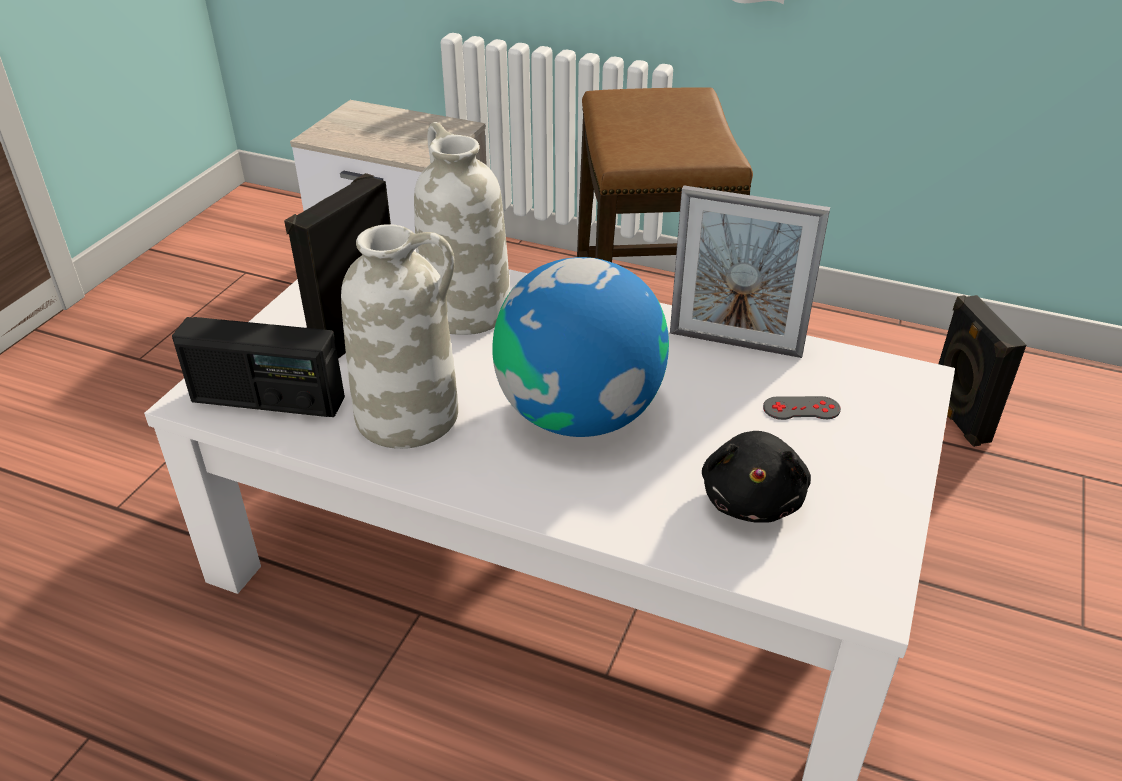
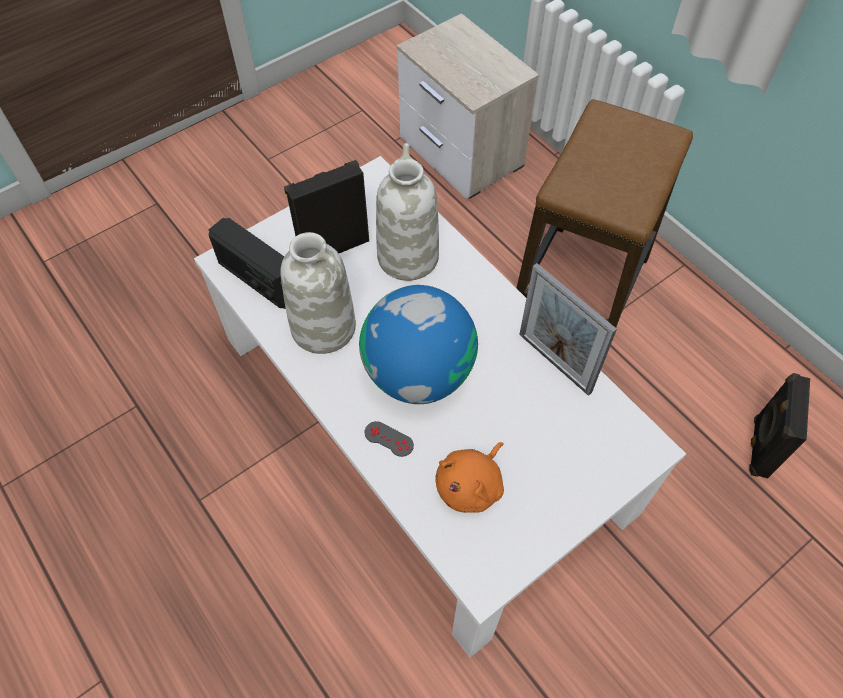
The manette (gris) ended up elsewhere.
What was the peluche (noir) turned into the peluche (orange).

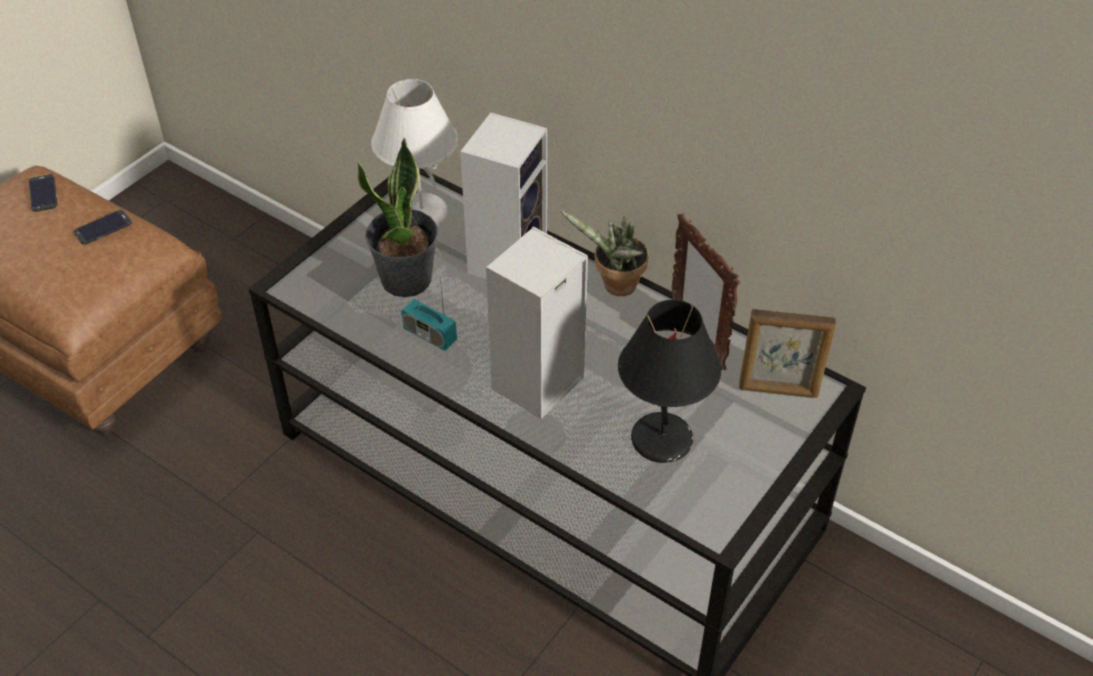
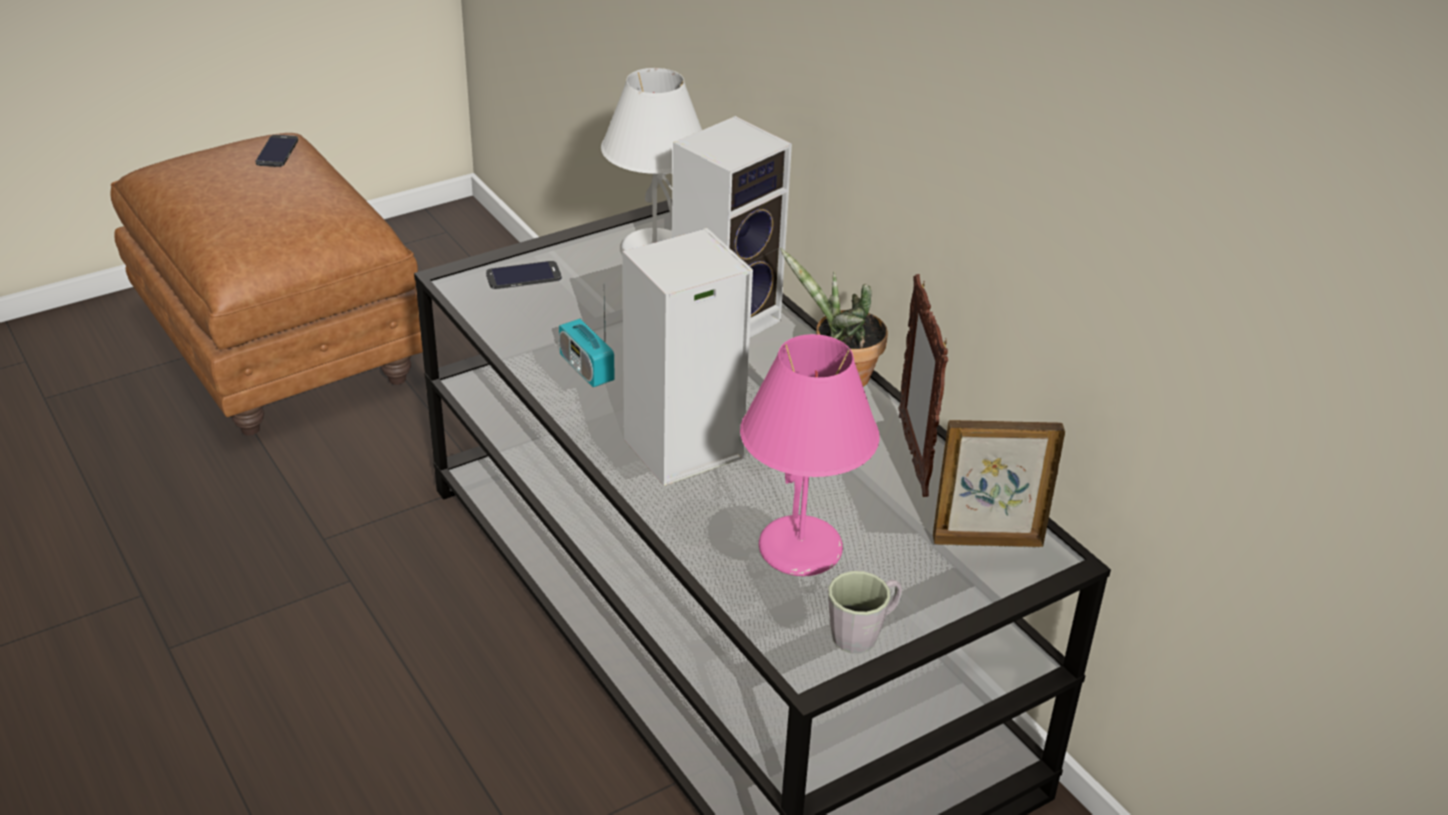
The second view lost the plante en pot (1st from left).
The téléphone (2nd from left) ended up elsewhere.
What was the lampe de table (noir) turned into the lampe de table (rose).
The cadre photo (2nd from left) ended up facing another way, 150 degrees clockwise from before.
The second view gained the mug (gris).

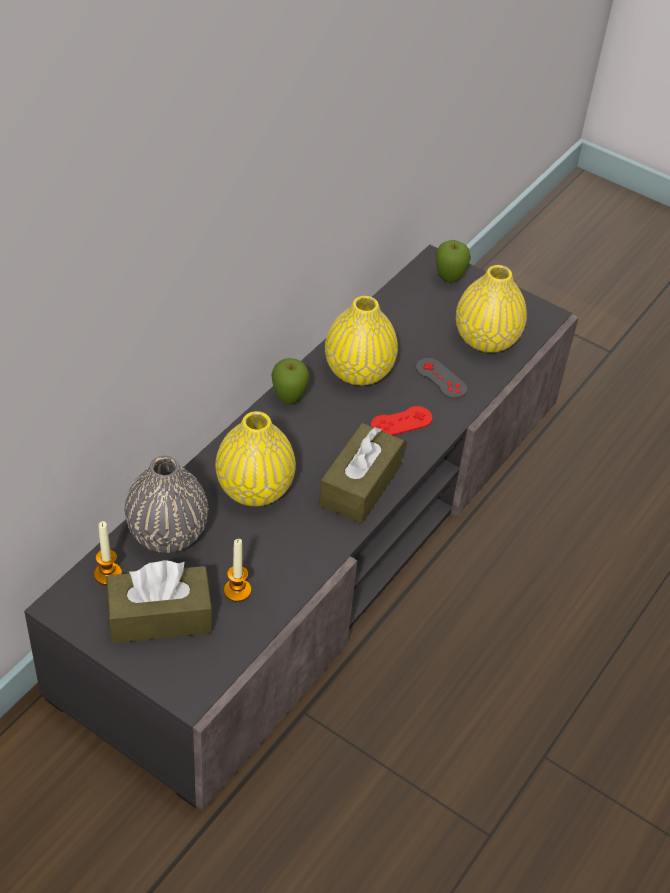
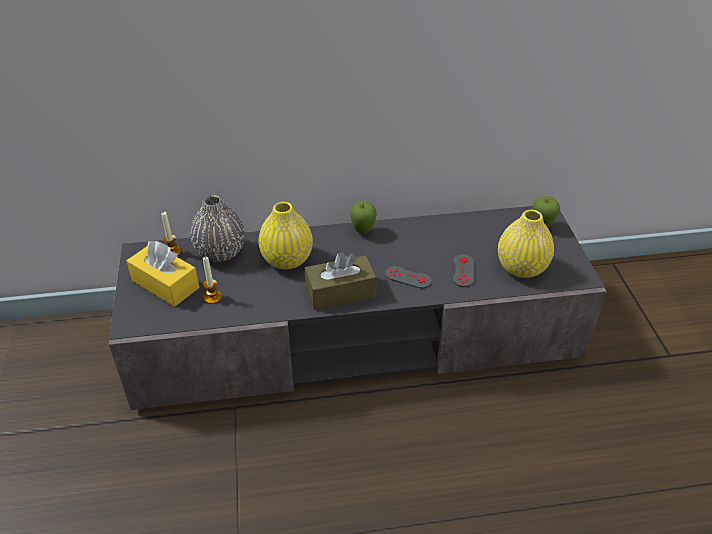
The second view lost the vase (jaune) (2nd from left).
What was the manette (rouge) turned into the manette (gris) (1st from left).
What was the boîte à mouchoirs (marron) (1st from left) turned into the boîte à mouchoirs (jaune).

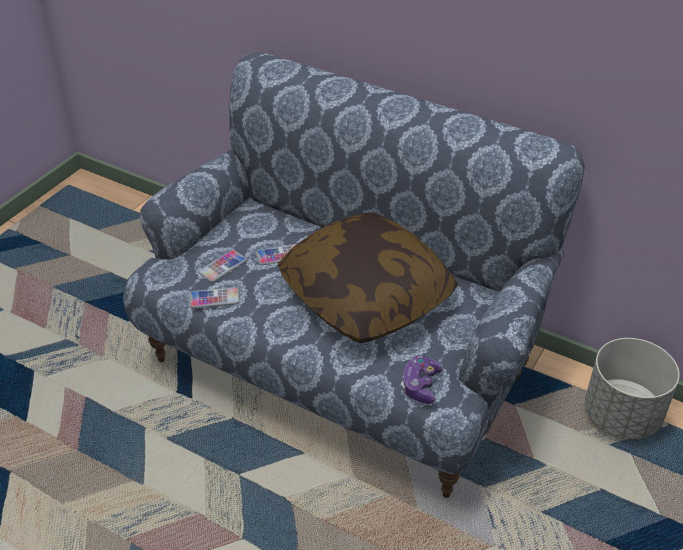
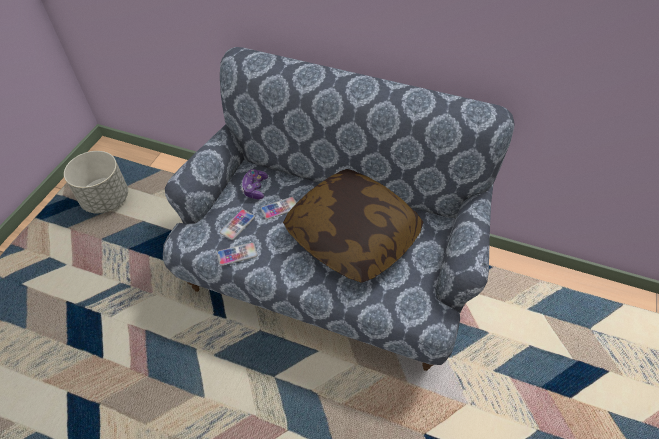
The cache-pot (gris) ended up elsewhere.
The manette ended up elsewhere.

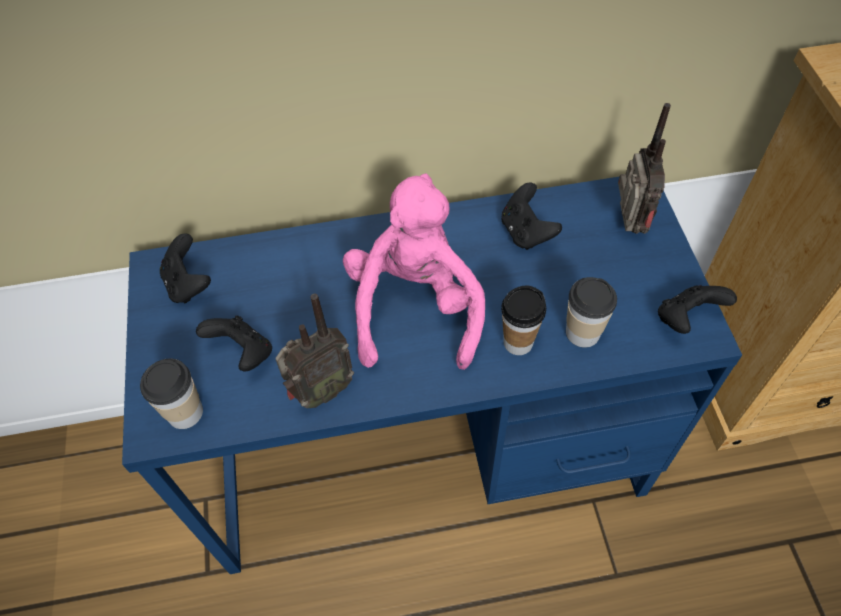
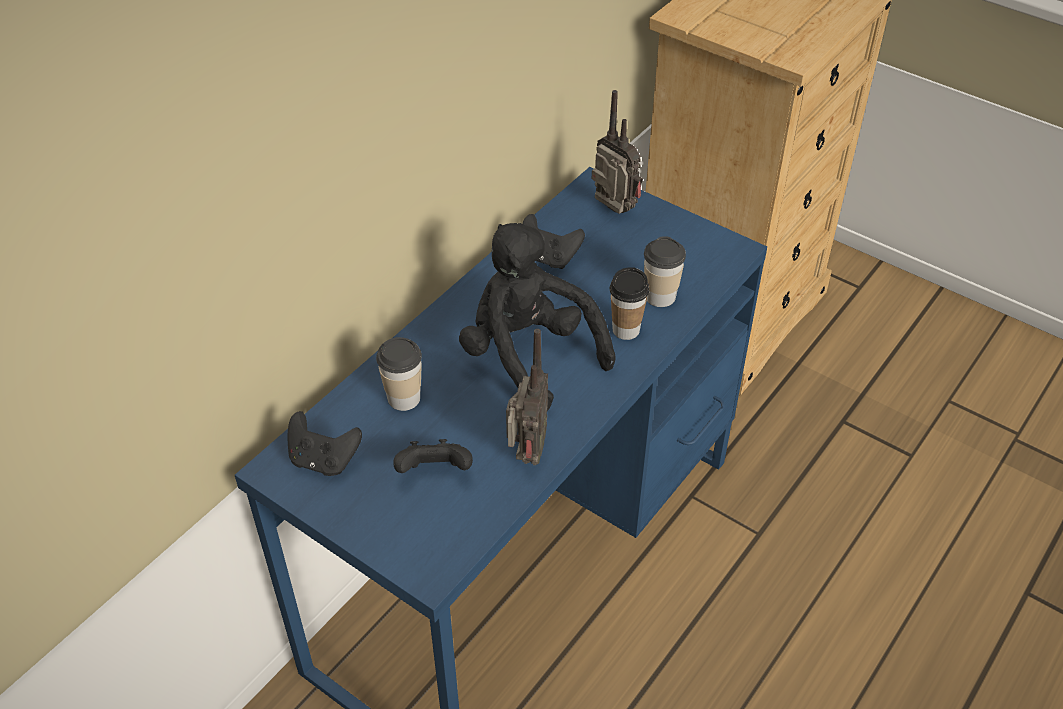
What was the peluche (rose) turned into the peluche (noir).
The second view lost the manette (noir) (4th from left).
The tasse (1st from left) ended up elsewhere.

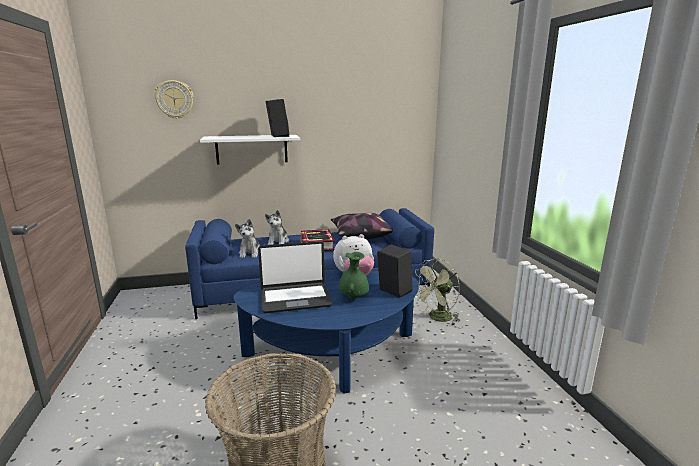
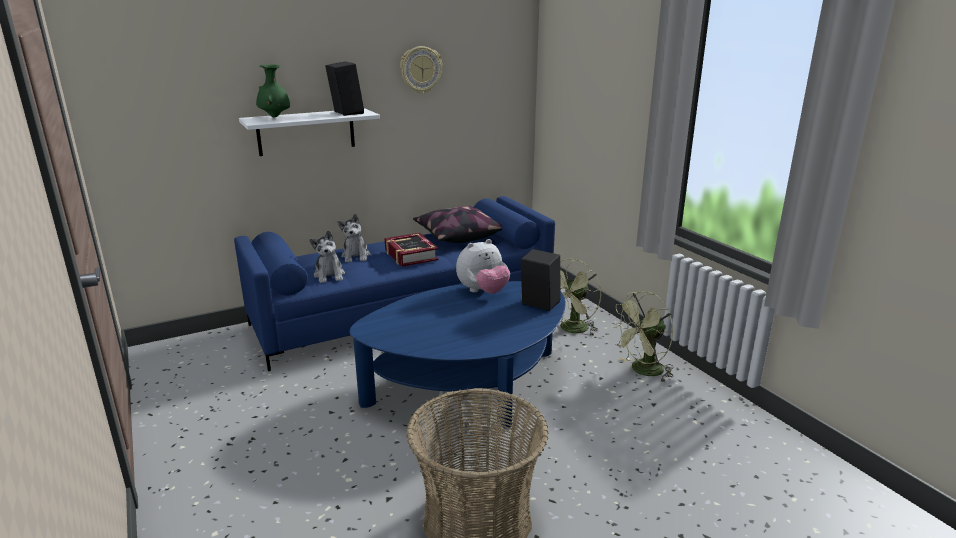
The horloge murale ended up elsewhere.
The second view lost the ordinateur portable.
The vase (vert) ended up elsewhere.
The second view gained the ventilateur (vert) (2nd from left).

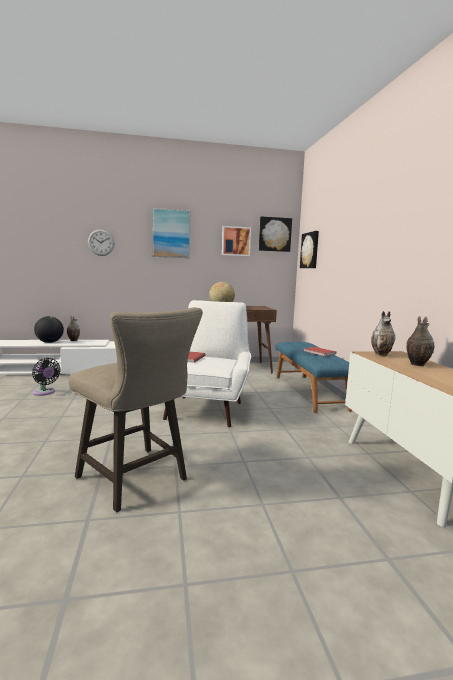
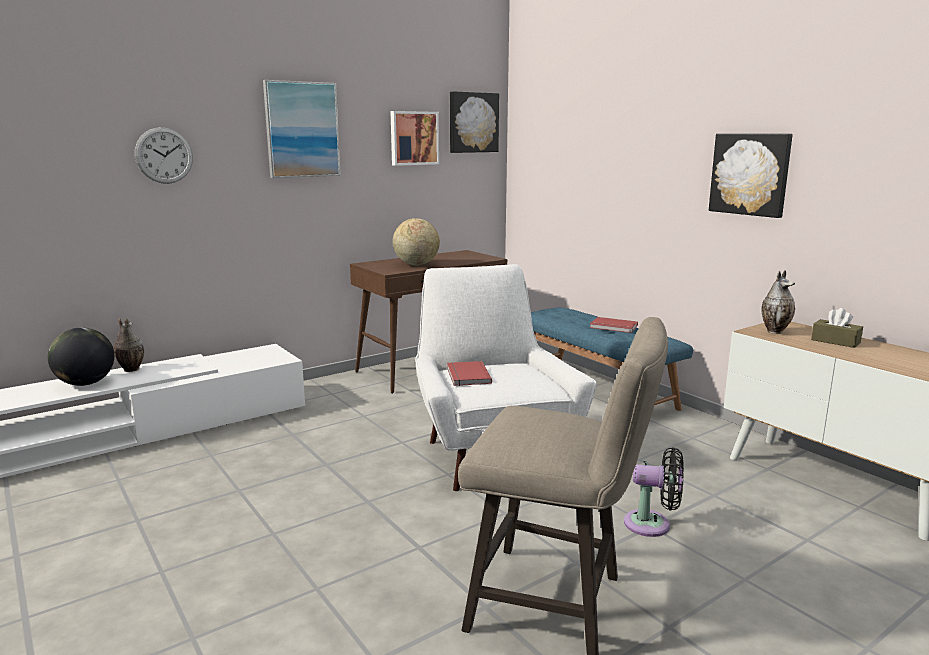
The tableau (4th from left) ended up elsewhere.
Where the vase (3rd from left) stood, the boîte à mouchoirs (marron) came to stand.
The ventilateur (noir) ended up elsewhere.

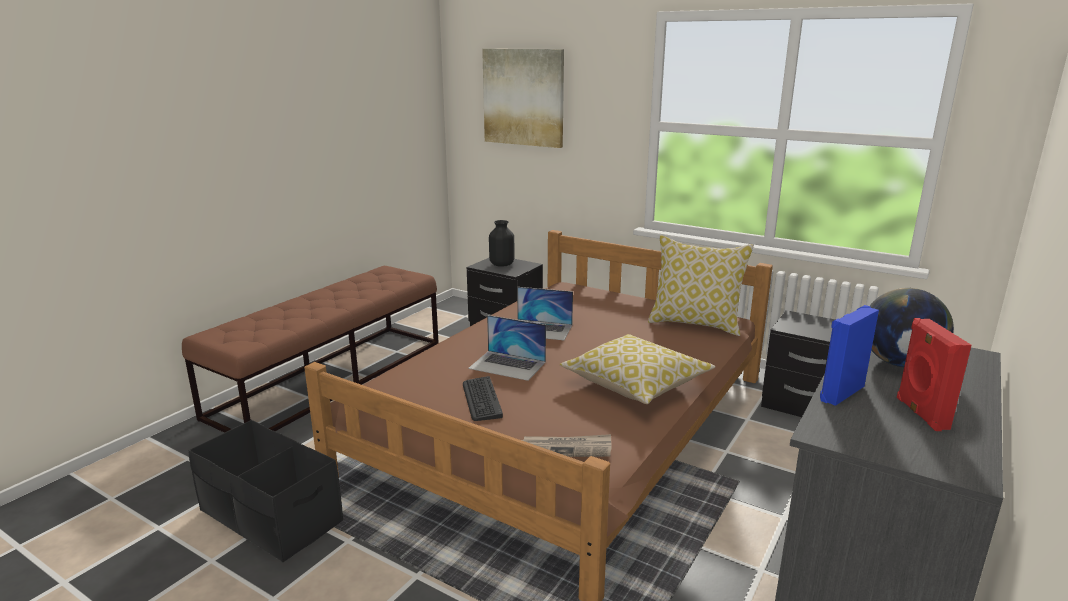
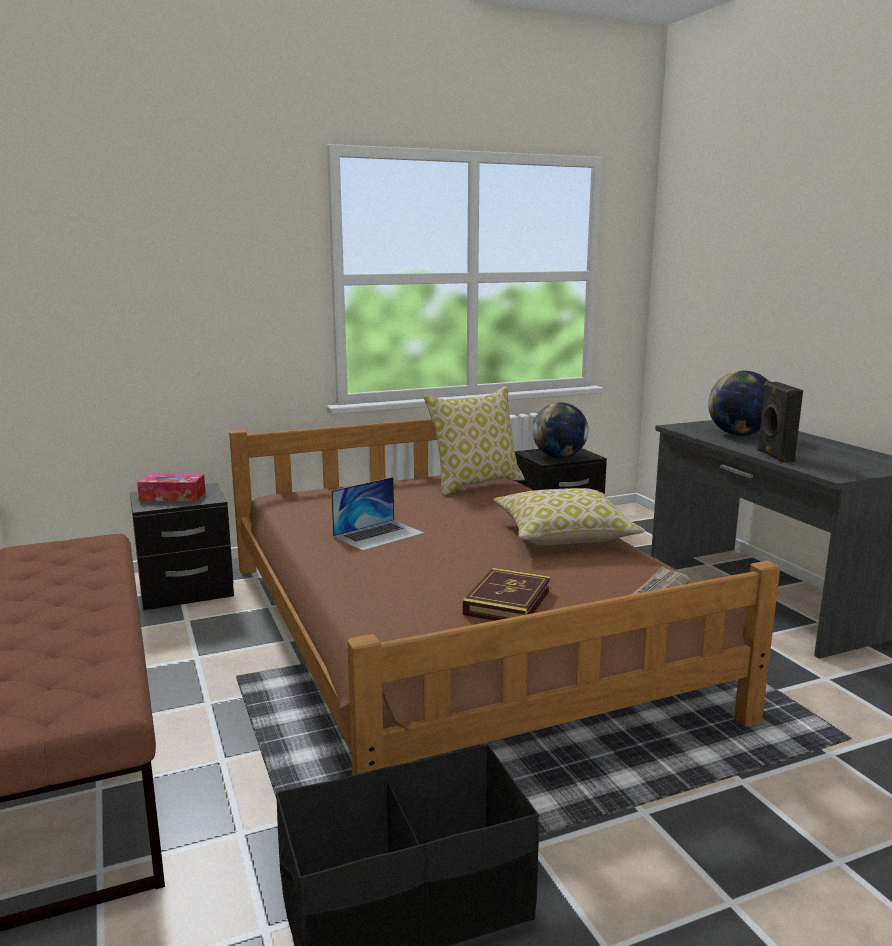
The second view lost the tableau.
Where the vase (noir) stood, the boîte à mouchoirs came to stand.
What was the enceinte (bleu) turned into the enceinte (noir).
The second view lost the ordinateur portable (1st from left).
The second view lost the enceinte (rouge).
Where the clavier stood, the livre came to stand.
The second view gained the globe (1st from left).

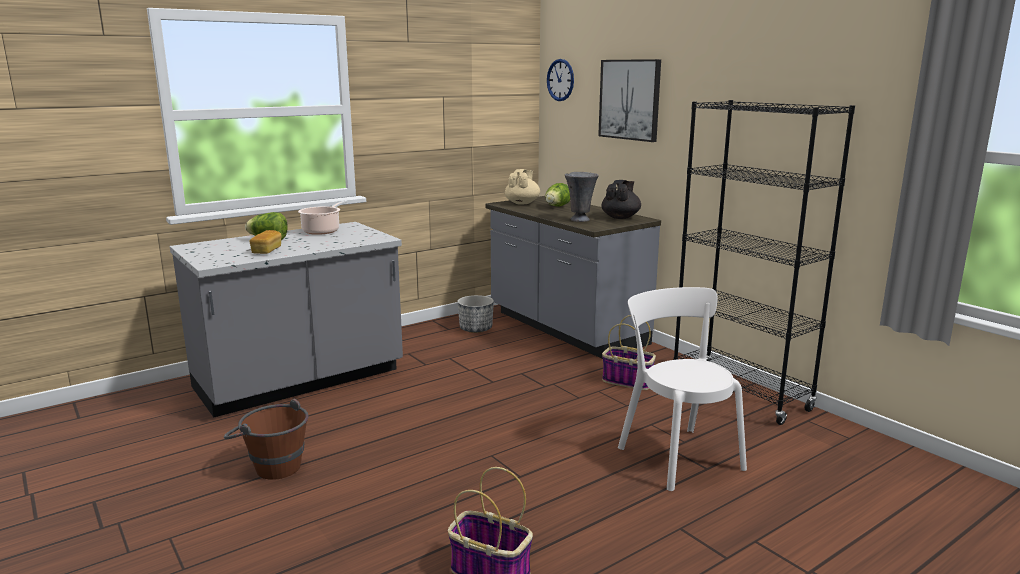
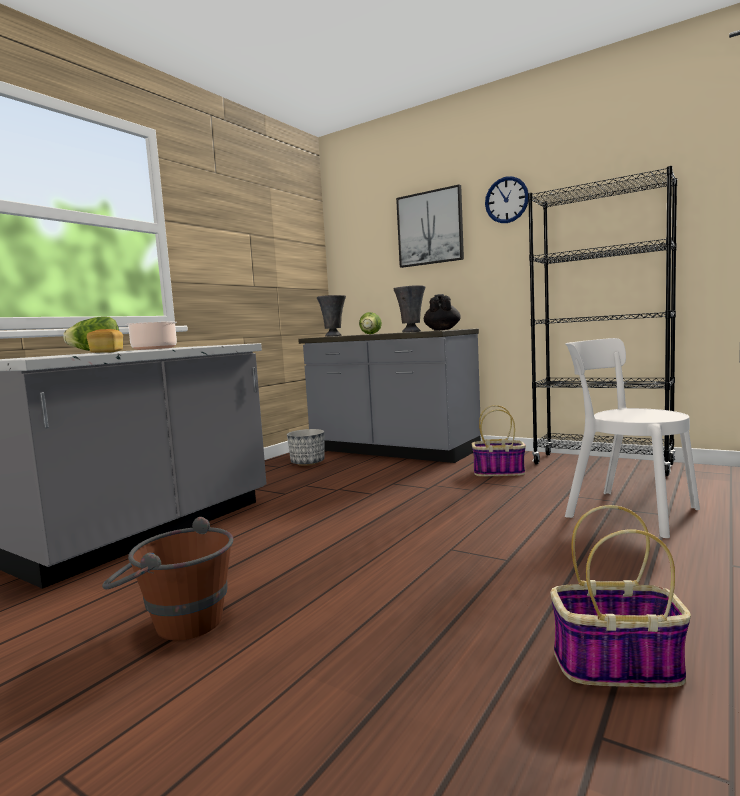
The horloge murale ended up elsewhere.
Where the théière (beige) stood, the vase (gris) (1st from left) came to stand.

